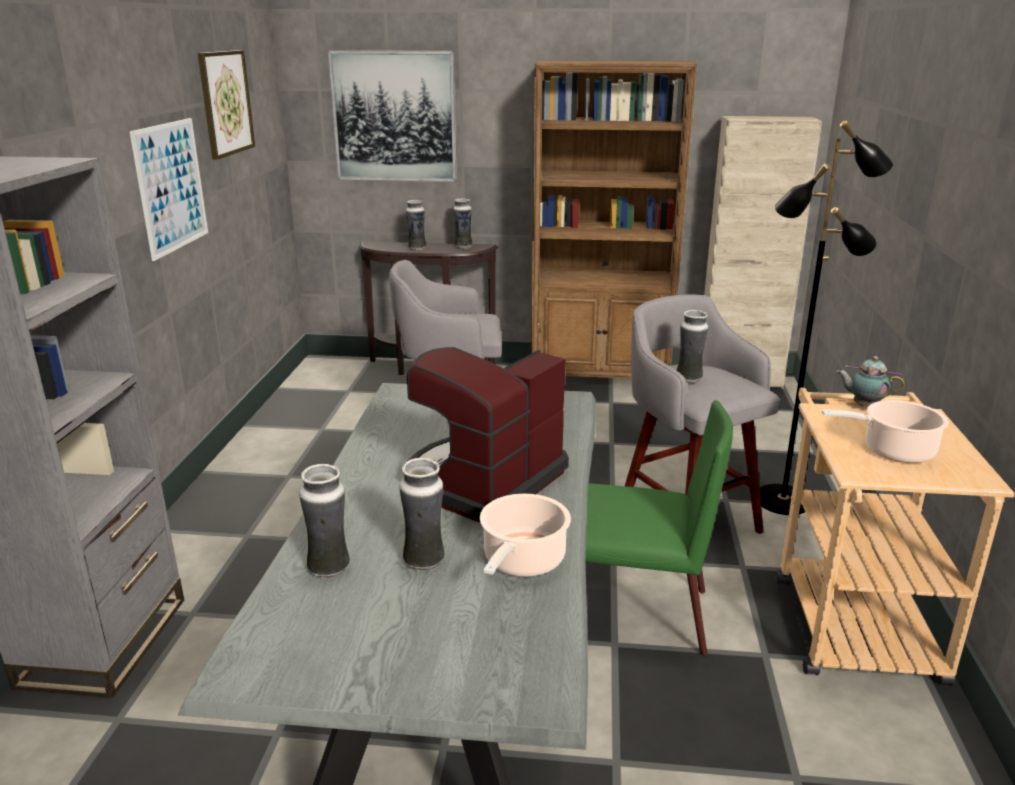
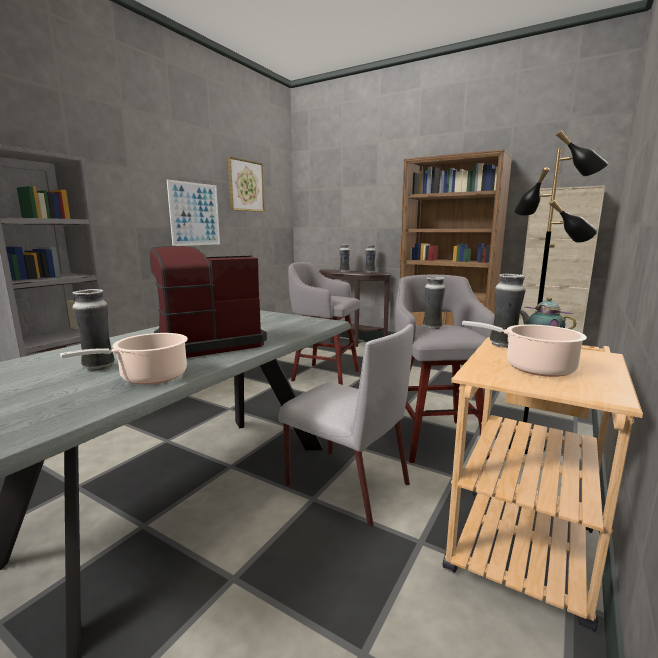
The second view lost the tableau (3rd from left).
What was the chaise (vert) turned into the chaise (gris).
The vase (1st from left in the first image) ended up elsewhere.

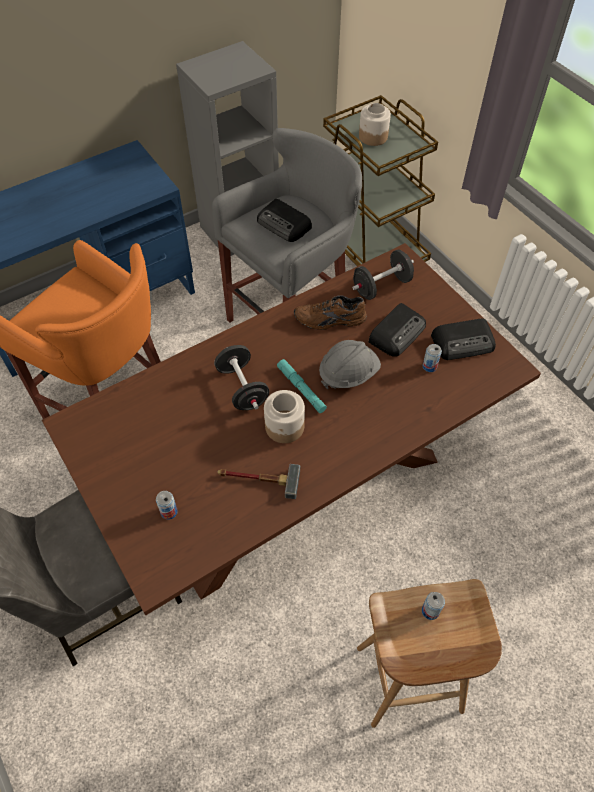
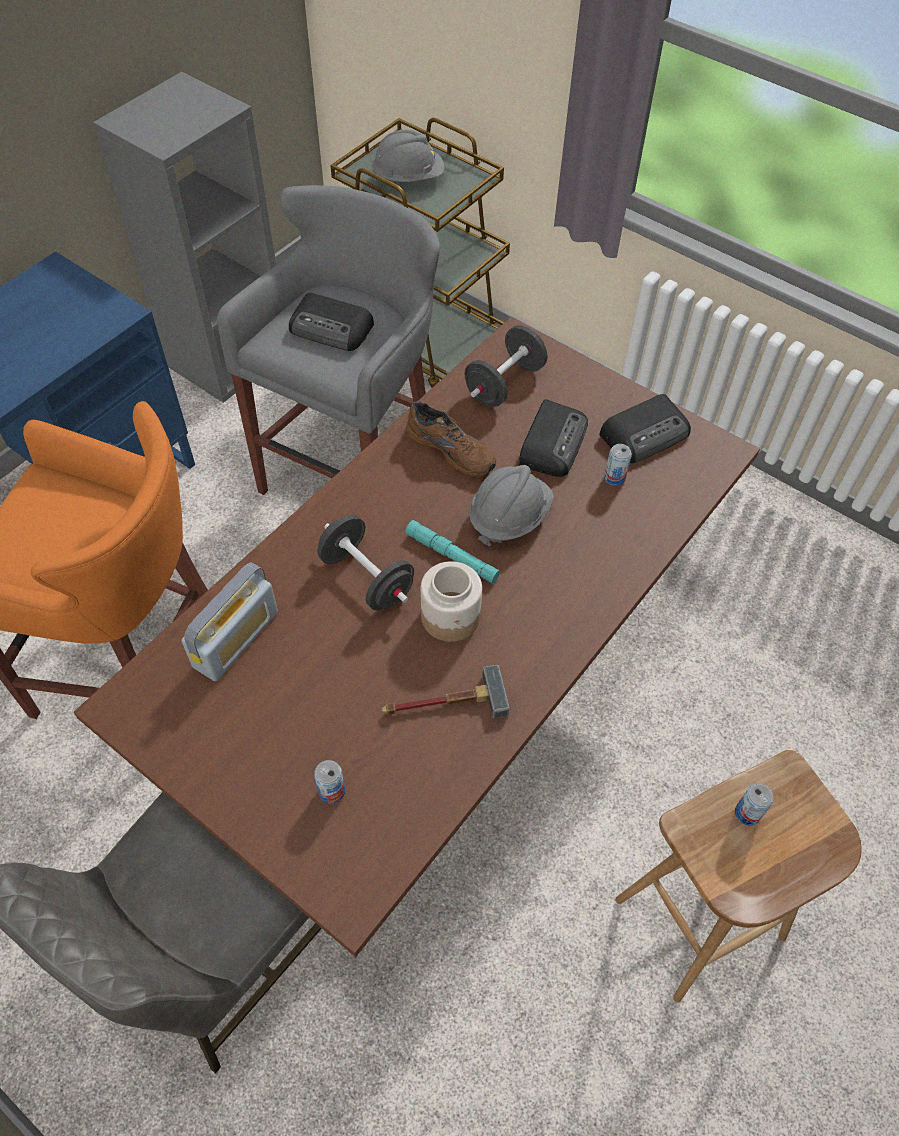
Where the bocal (2nd from left) stood, the casque de chantier (gris) (1st from left) came to stand.
The chaussure (marron) ended up facing another way, 120 degrees counterclockwise from before.
The second view gained the radio (1st from left).

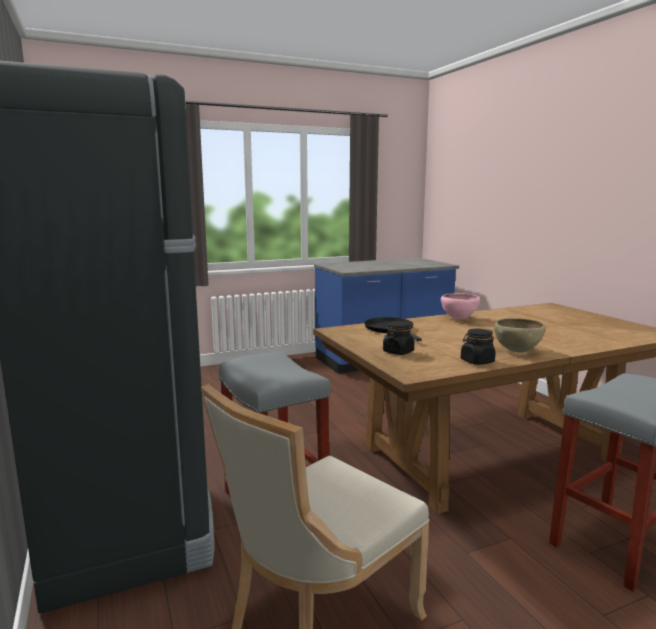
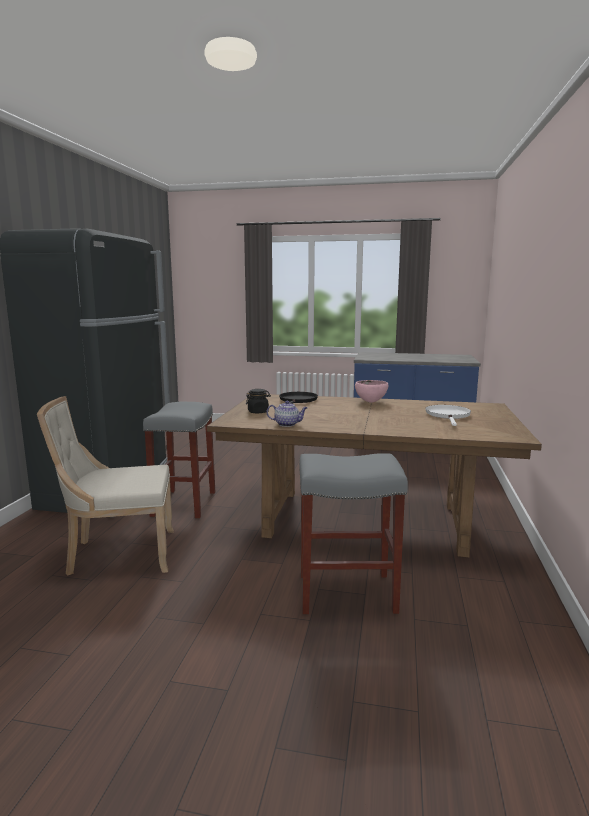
The second view lost the bol (marron).
Where the bocal (noir) (2nd from left) stood, the théière came to stand.
The second view gained the poêle (blanc).

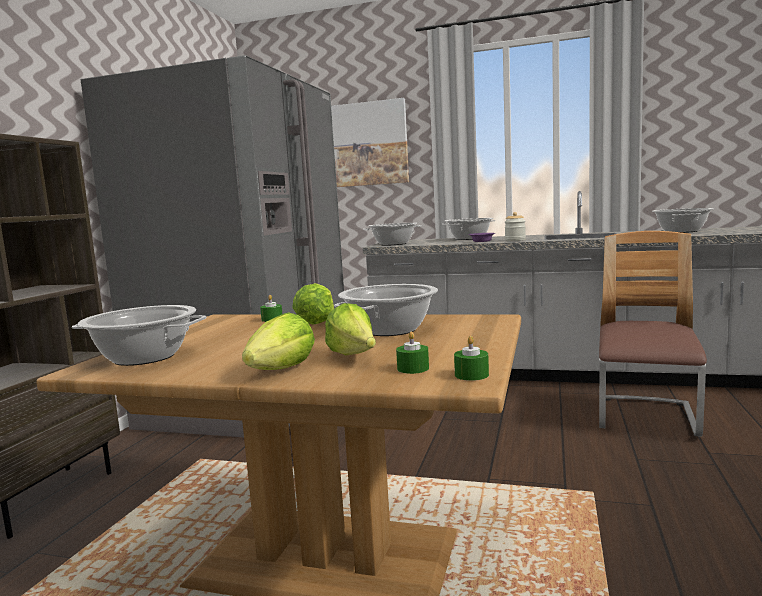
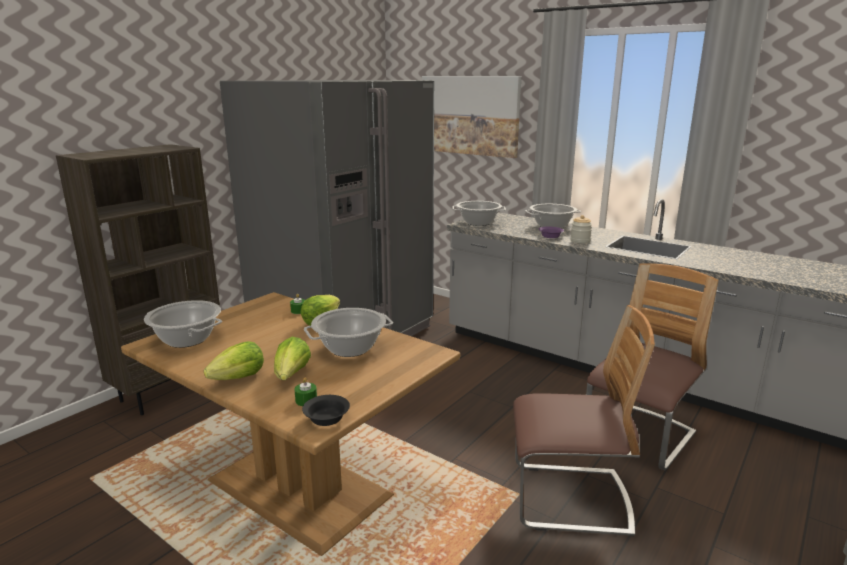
The second view lost the marmite (5th from left).
Where the bougie (vert) (3rd from left) stood, the bol (noir) came to stand.
The second view gained the chaise (1st from left).

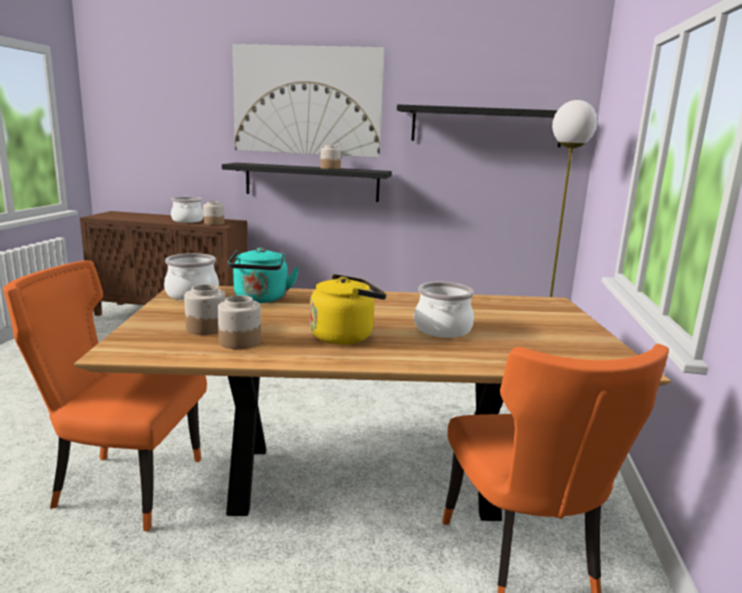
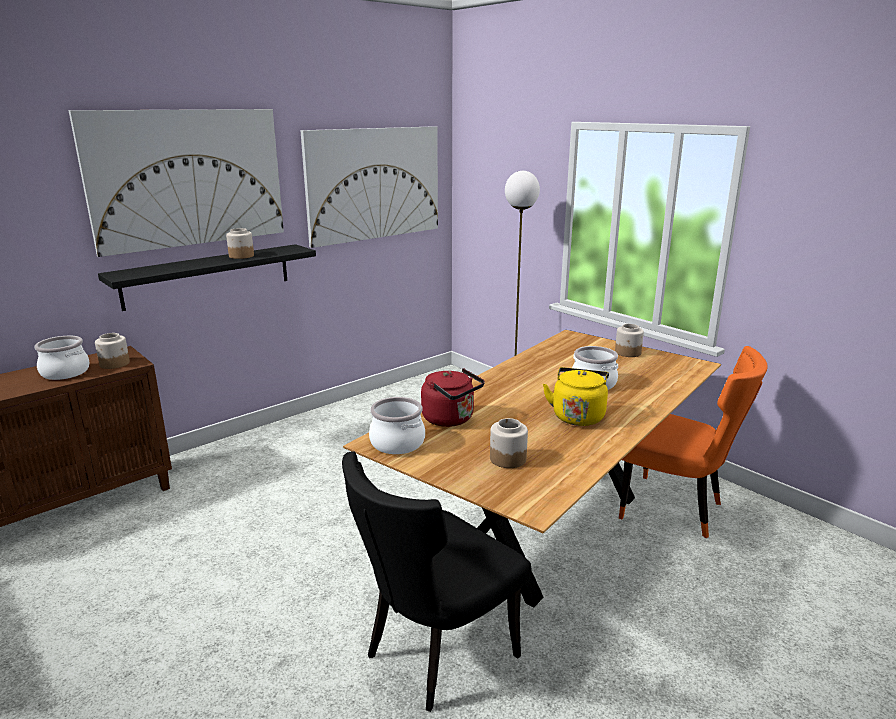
Where the étagère (noir) (2nd from left) hung, the tableau (2nd from left) came to hang.
What was the bouilloire (turquoise) turned into the bouilloire (rouge).
What was the chaise (orange) (1st from left) turned into the chaise (noir).
The bocal (3rd from left in the first image) ended up elsewhere.

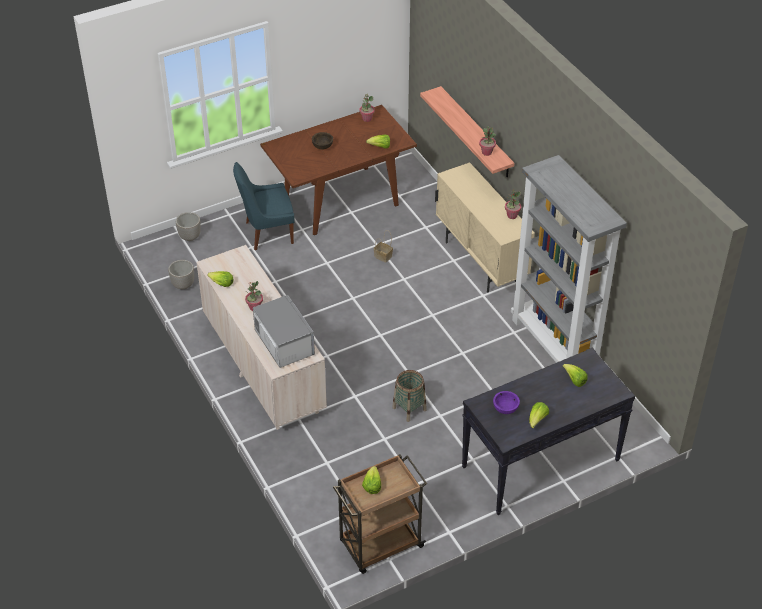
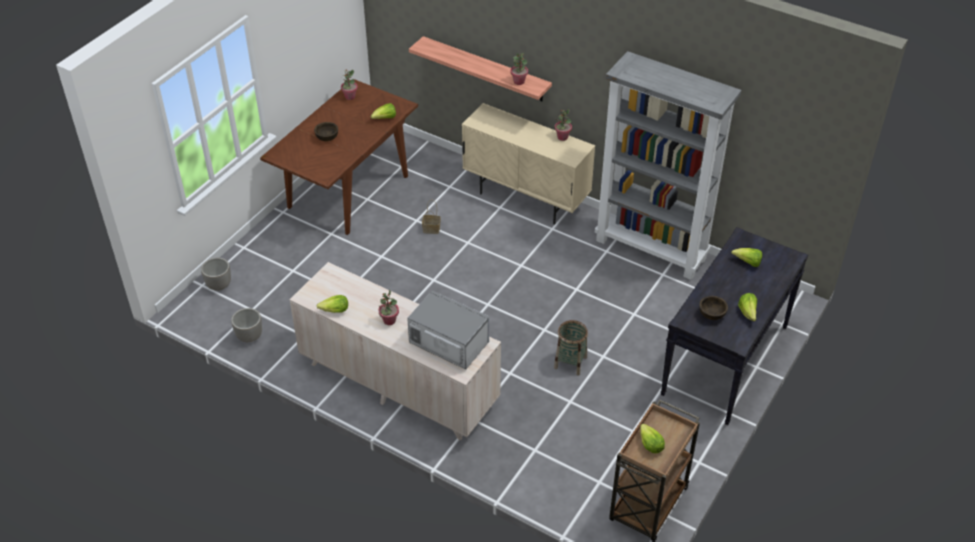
The second view lost the chaise (bleu).
What was the bol (violet) turned into the bol (marron) (2nd from left).

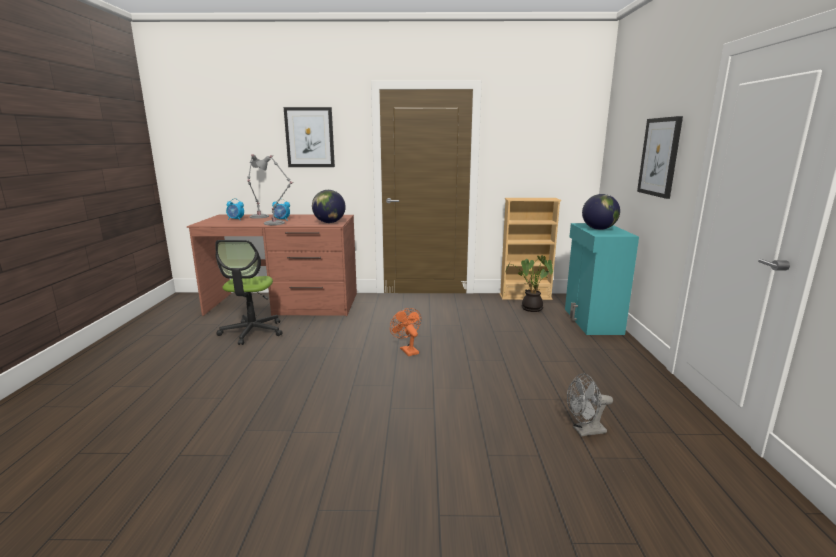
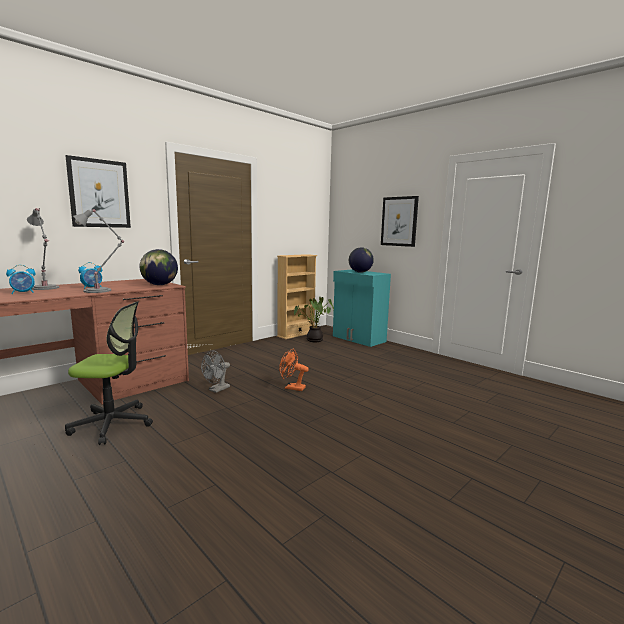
The chaise de bureau ended up facing another way, 45 degrees counterclockwise from before.
The ventilateur (gris) ended up elsewhere.

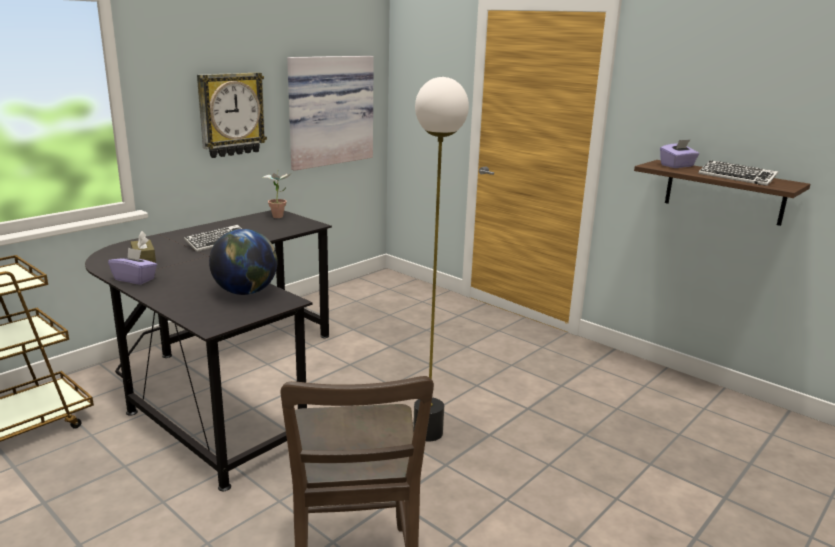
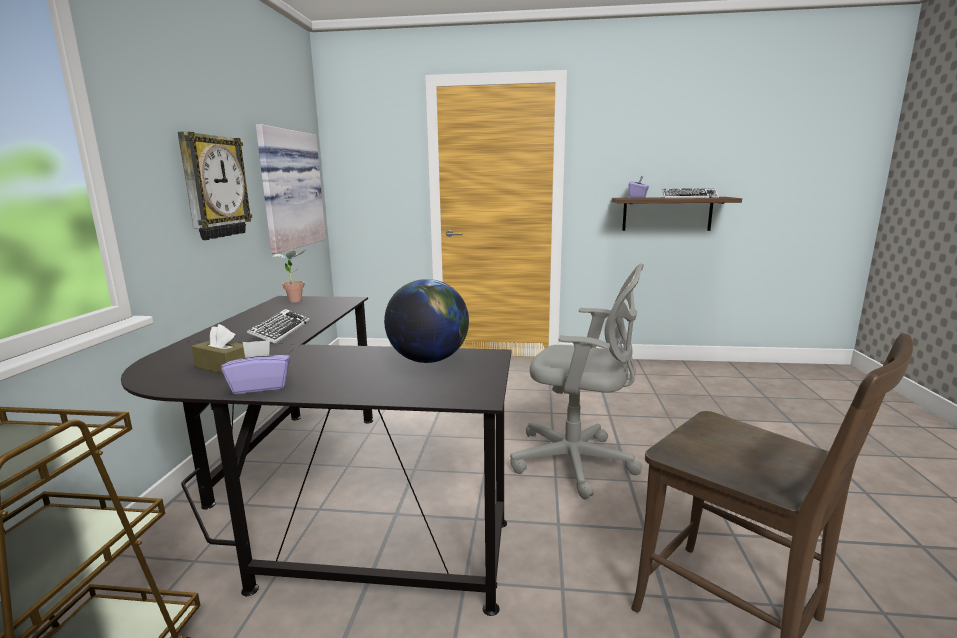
Where the lampadaire stood, the chaise de bureau (gris) came to stand.

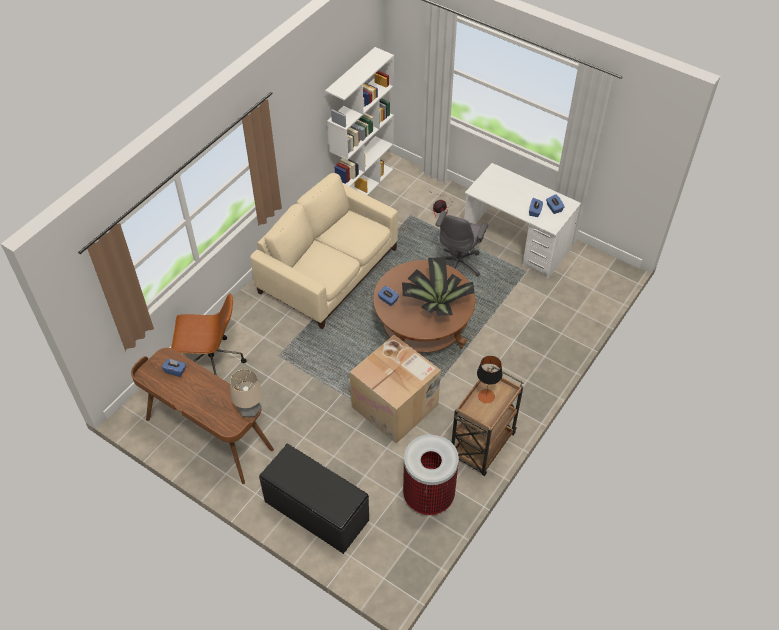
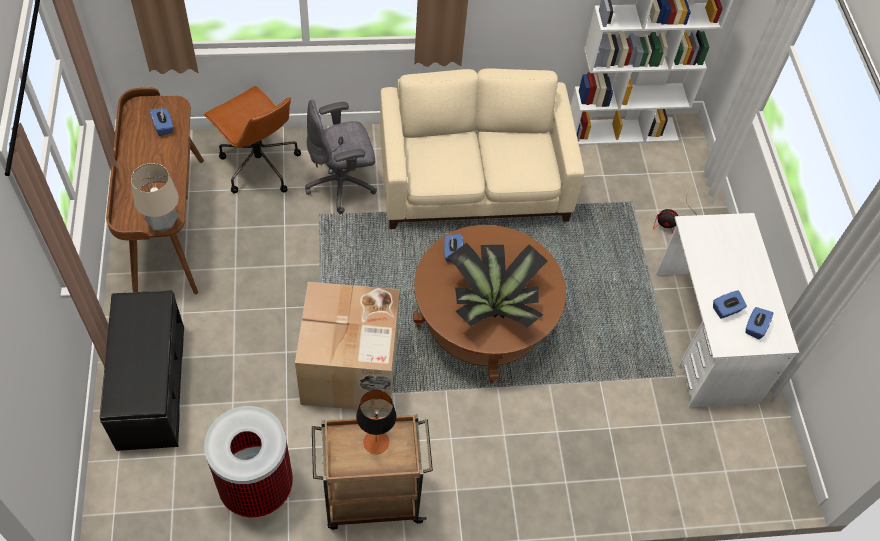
The chaise de bureau (gris) ended up elsewhere.

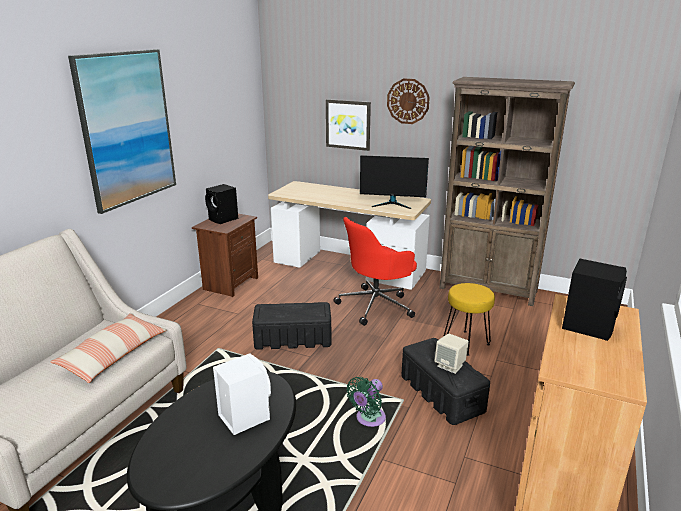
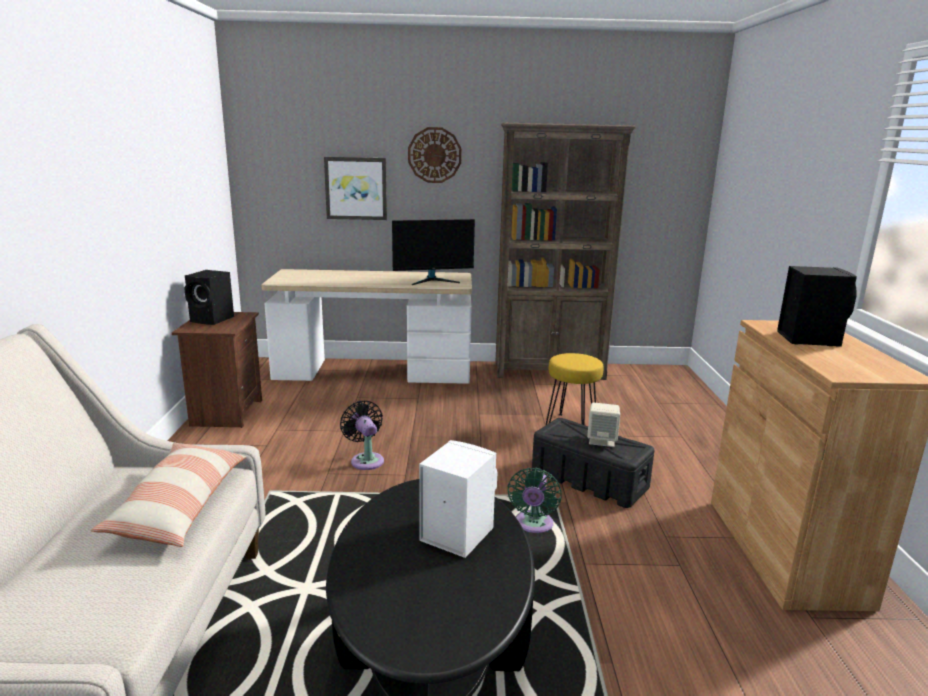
The second view lost the tableau (1st from left).
The second view lost the chaise de bureau (rouge).
Where the boîte de rangement (noir) (1st from left) stood, the ventilateur (noir) came to stand.

